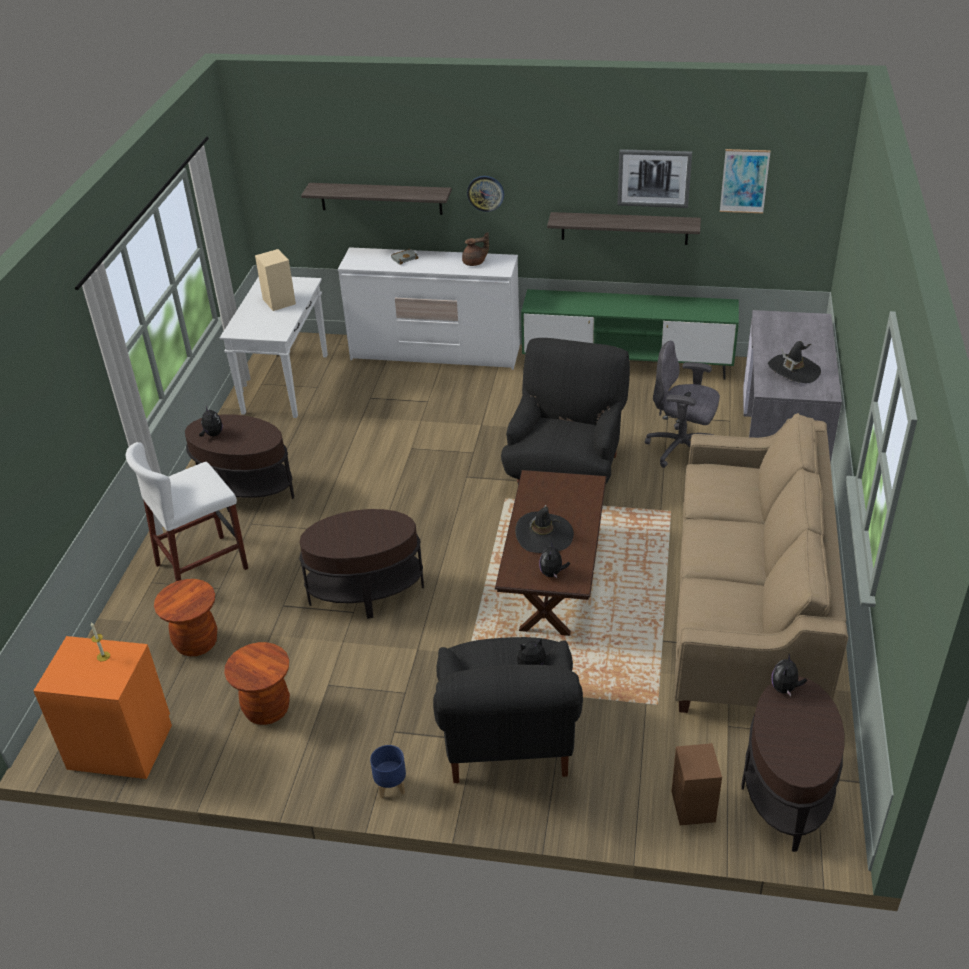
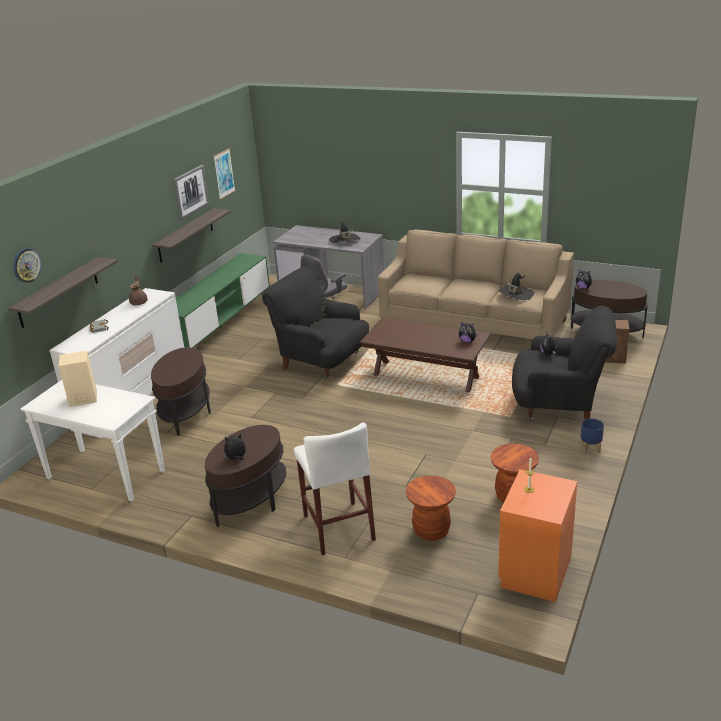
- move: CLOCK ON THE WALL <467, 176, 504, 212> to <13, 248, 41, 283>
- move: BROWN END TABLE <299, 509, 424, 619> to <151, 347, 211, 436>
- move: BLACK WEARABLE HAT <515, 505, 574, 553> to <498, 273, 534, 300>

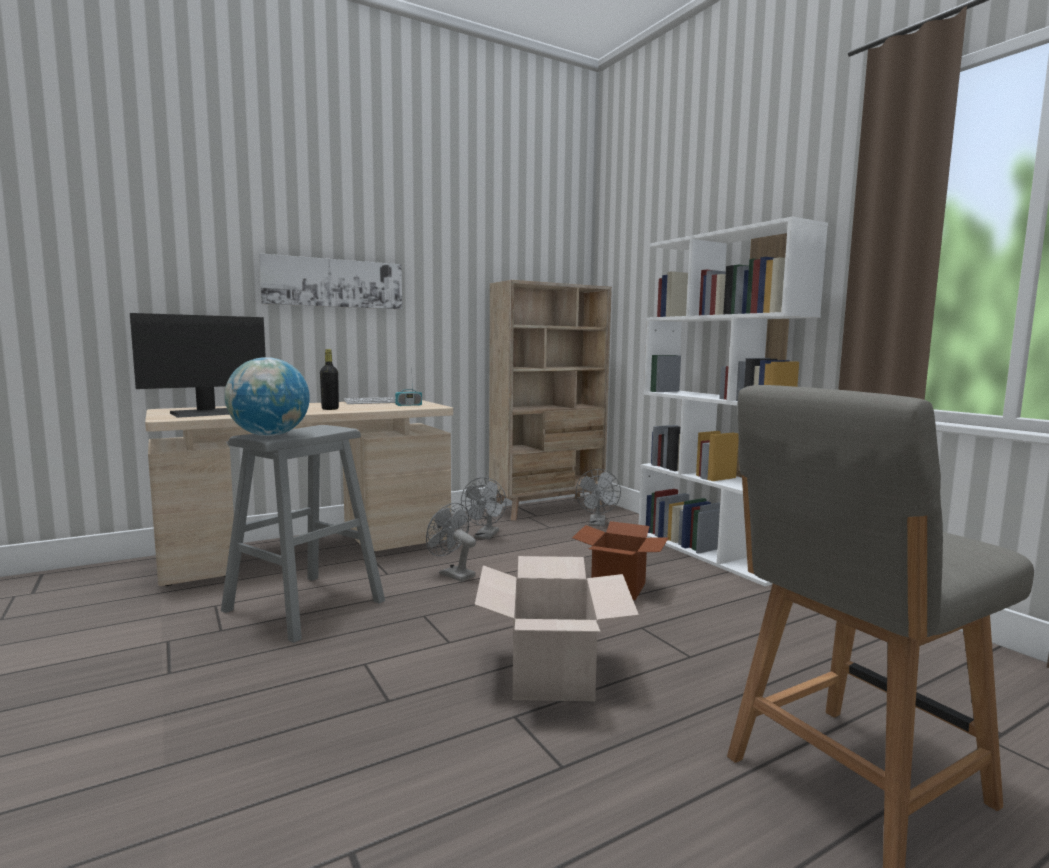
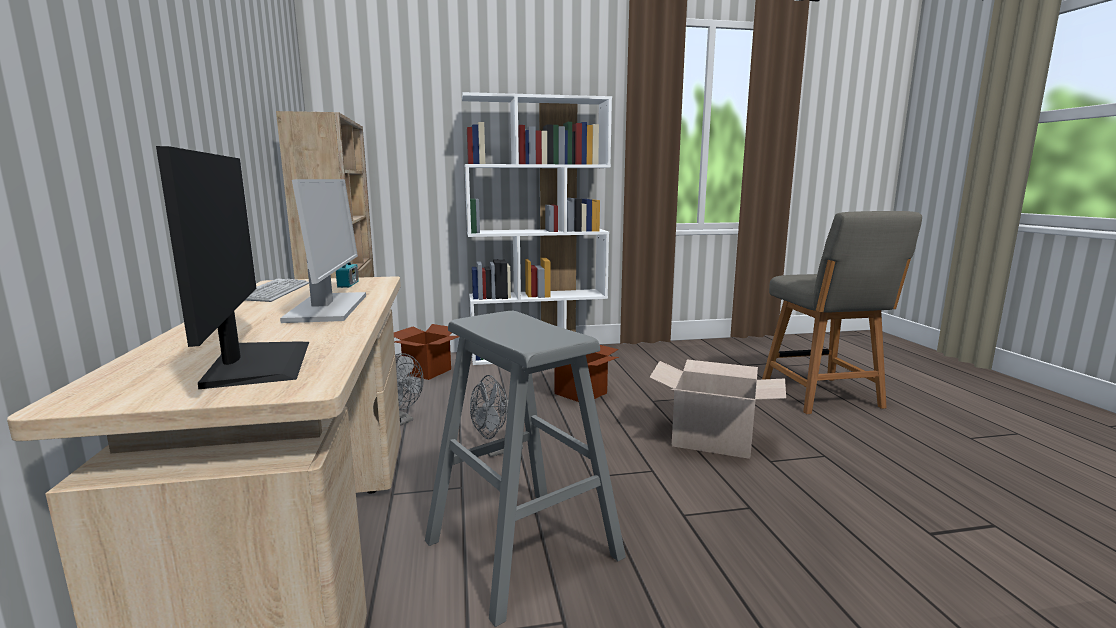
- replace: BLACK BEVERAGE BOTTLE <320, 349, 339, 410> to COMPUTER DISPLAY <280, 179, 366, 323>
- replace: GREYISH FAN <576, 469, 621, 526> to CARTON <394, 324, 460, 380>
- delete: GLOBE <225, 357, 310, 436>
- delete: PICTURE <259, 253, 402, 309>

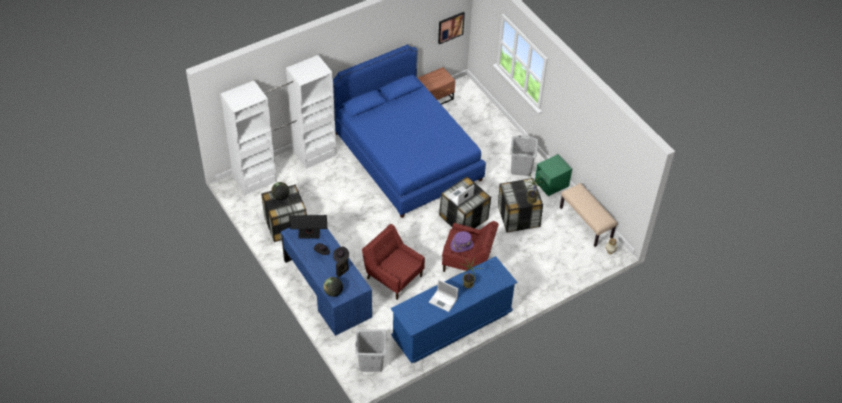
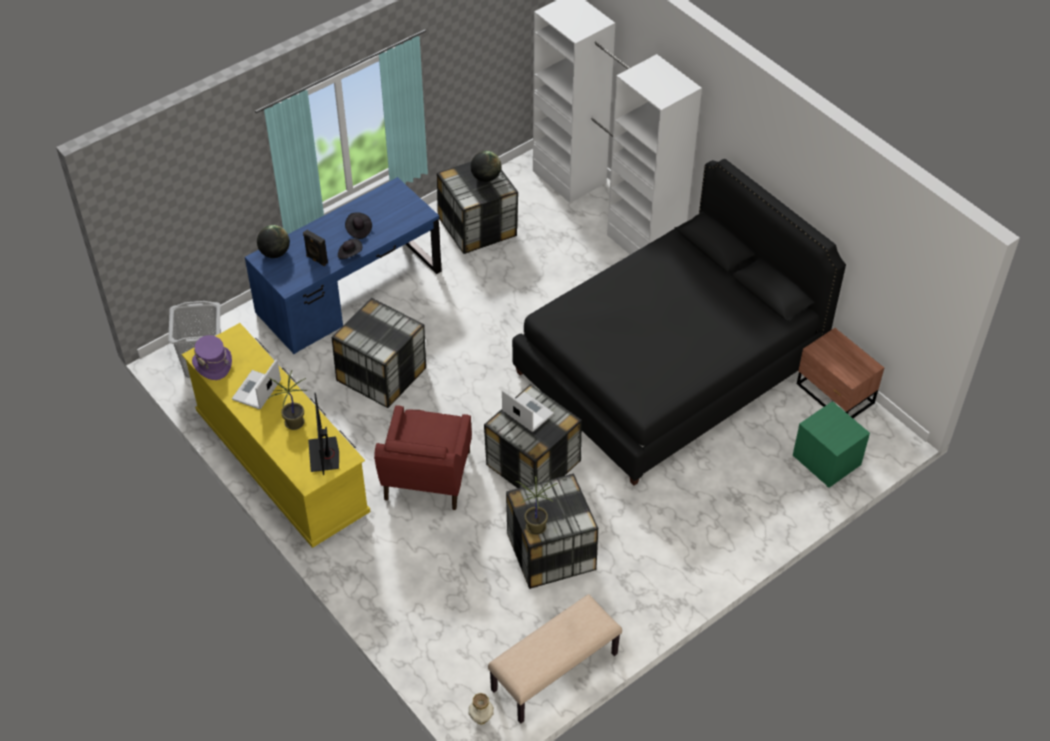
- recolor: BLUE-COLOURED DRESSER <391, 256, 517, 363> to YELLOW DRESSER <182, 323, 371, 548>
- move: PURPLISH WEARABLE HAT <450, 231, 474, 252> to <192, 335, 232, 380>
- move: COMPUTER DISPLAY <289, 215, 328, 239> to <308, 393, 339, 475>
- replace: RED-COLOURED EASY CHAIR <362, 224, 425, 300> to STORAGE BIN <332, 298, 426, 408>
- recolor: BLUE-COLOURED BEDROOM BED <333, 44, 486, 218> to BLACK BEDROOM BED <512, 159, 846, 485>
- move: GREEN-COLOURED BEDSIDE TABLE <535, 154, 572, 196> to <793, 401, 870, 488>
- delete: PICTURE <438, 12, 465, 44>
- delete: GREYISH LAUNDRY BASKET <510, 135, 538, 176>

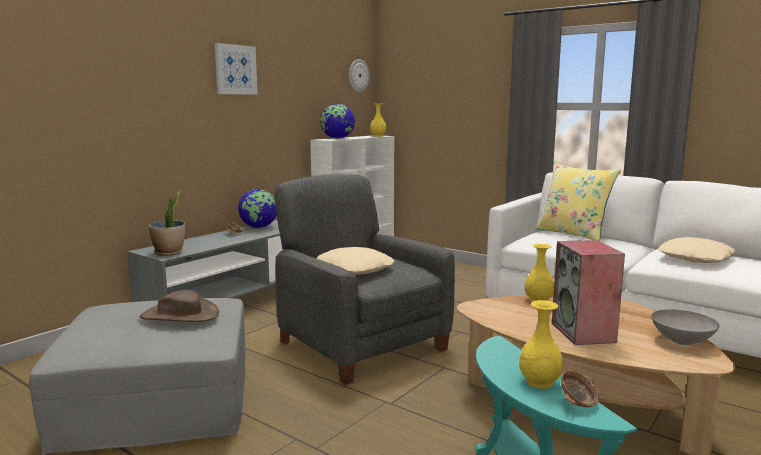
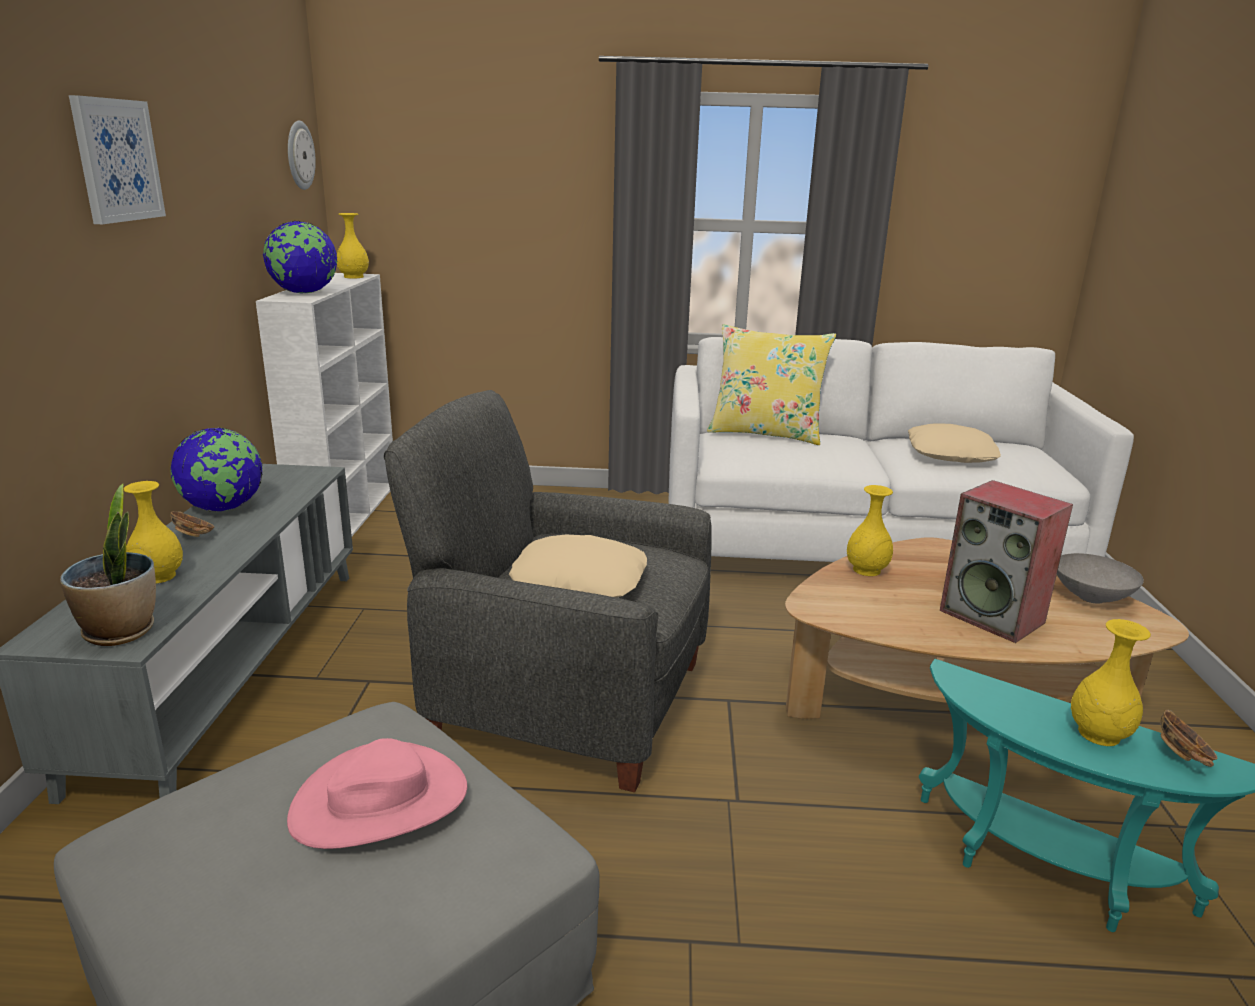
- insert: YELLOW DECORATIVE VASE <123, 481, 183, 584>
- recolor: BROWN WEARABLE HAT <140, 290, 219, 322> to PINK-COLOURED WEARABLE HAT <287, 738, 467, 849>

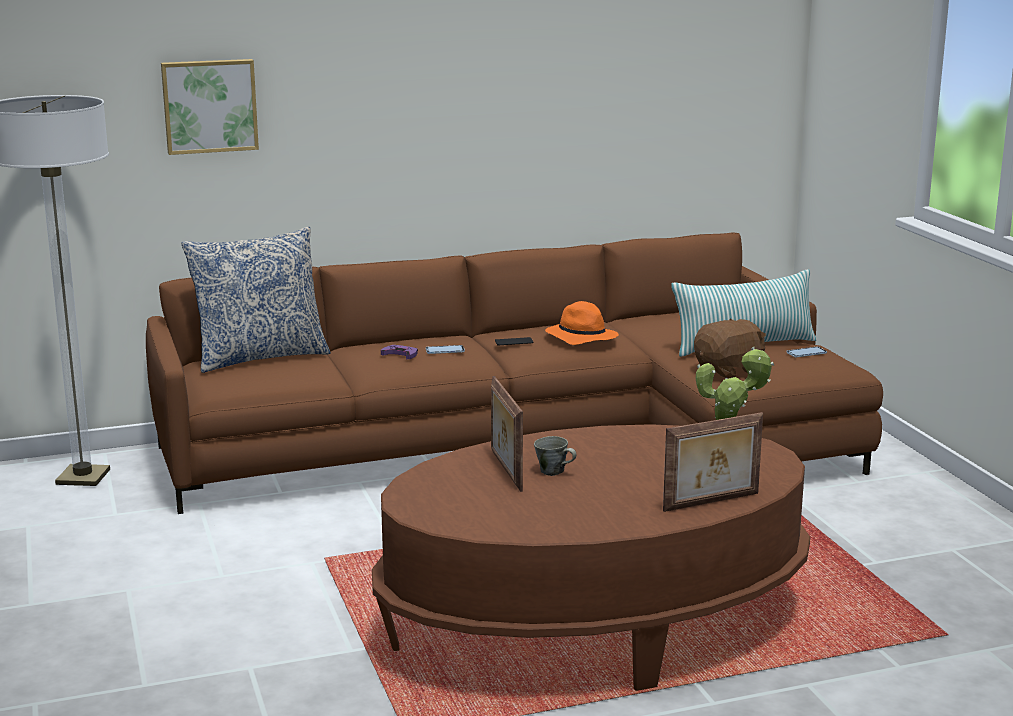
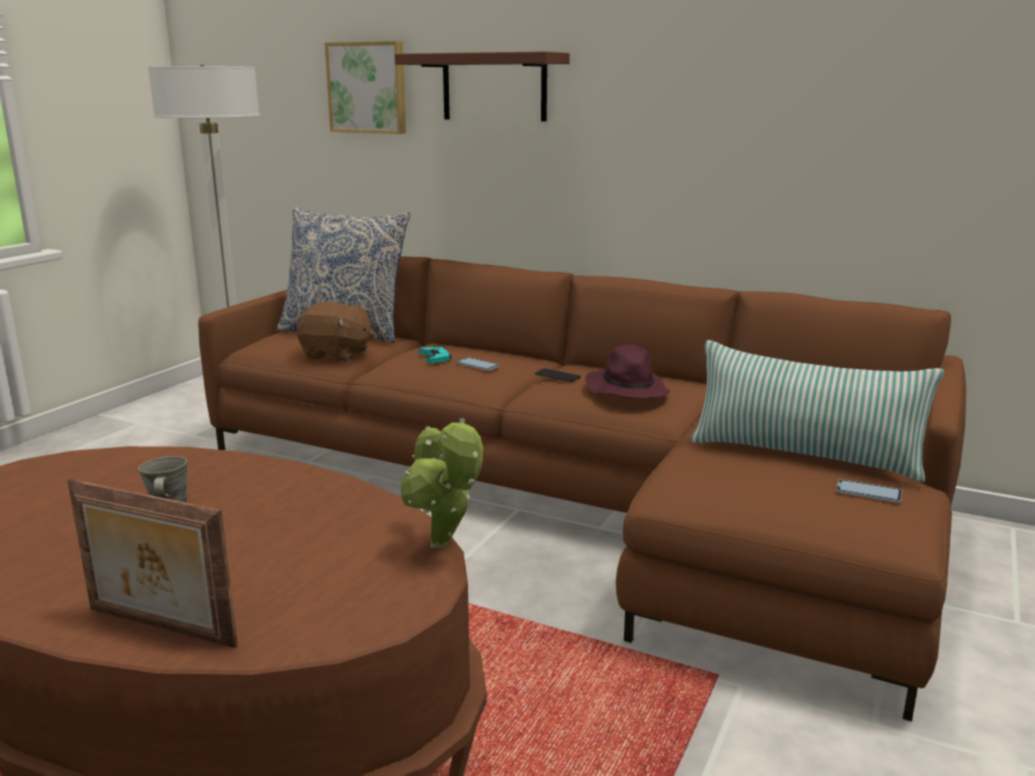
- move: BROWN SOFT TOY <694, 318, 766, 379> to <297, 302, 375, 362>
- insert: BROWN BRACKET SHELF <395, 51, 570, 122>
- recolor: PURPLISH JOYPAD <381, 345, 418, 359> to TURQUOISE-COLOURED JOYPAD <419, 347, 451, 363>
- recolor: ORANGE-COLOURED WEARABLE HAT <545, 301, 619, 345> to PURPLISH WEARABLE HAT <585, 345, 670, 398>
- delete: PHOTO FRAME <491, 376, 523, 492>

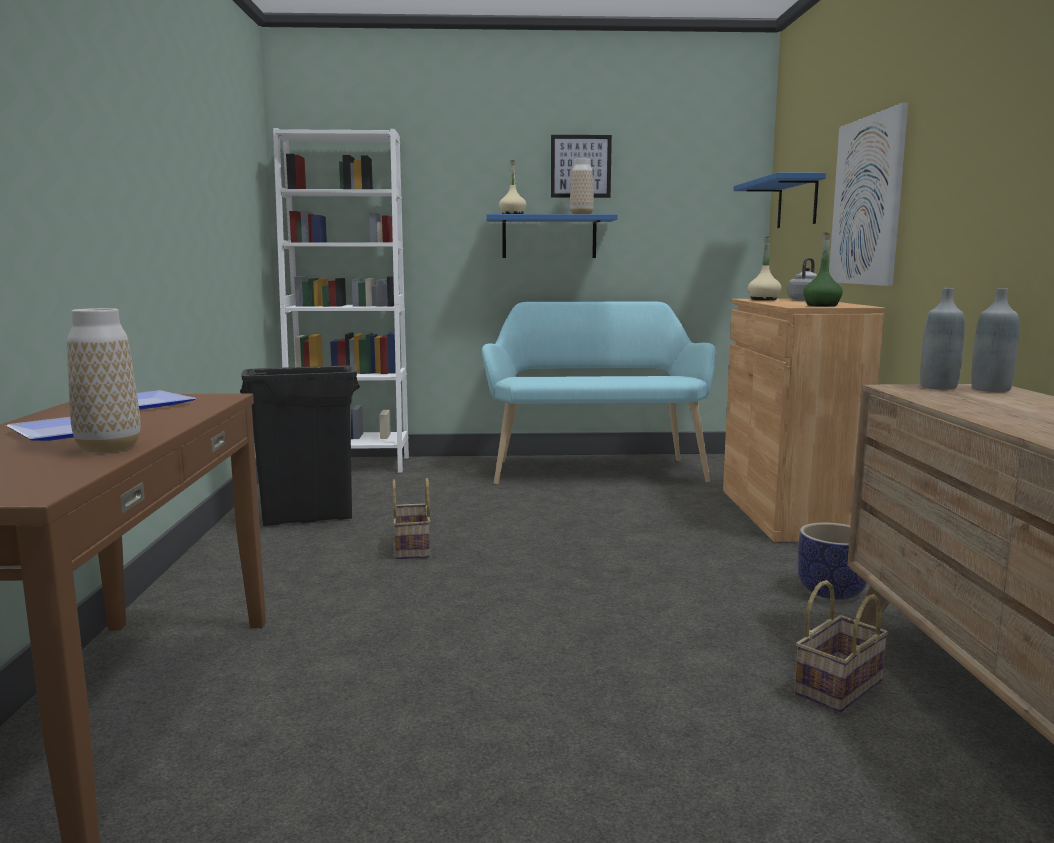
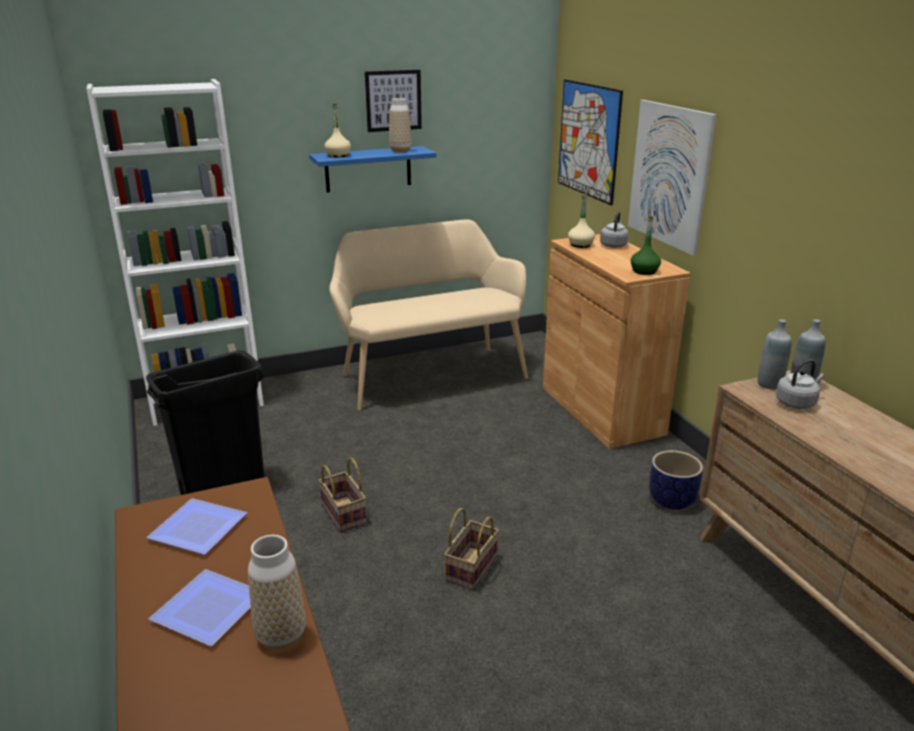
- recolor: TURQUOISE-COLOURED INDOOR BENCH <482, 301, 716, 485> to BEIGE-COLOURED INDOOR BENCH <329, 219, 528, 411>
- move: BASKET <794, 580, 888, 713> to <444, 508, 499, 590>
- replace: BLUE-COLOURED BRACKET SHELF <733, 172, 826, 228> to PICTURE <558, 79, 623, 205>
- insert: GREYISH KETTLE <776, 359, 824, 409>

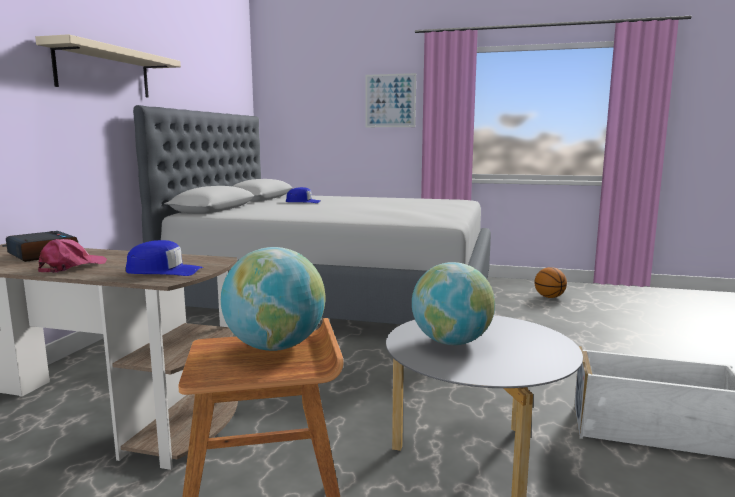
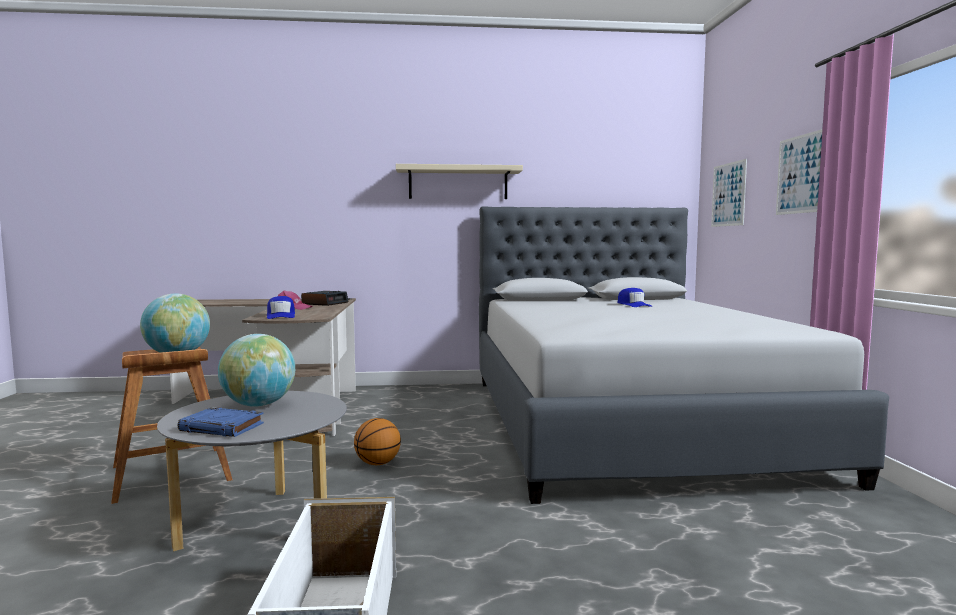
- insert: BLUE-COLOURED BOUND BOOK <178, 407, 264, 437>
- move: BALL FOR BASKETBALL <534, 267, 567, 298> to <354, 418, 401, 465>
- insert: PICTURE <711, 159, 747, 227>

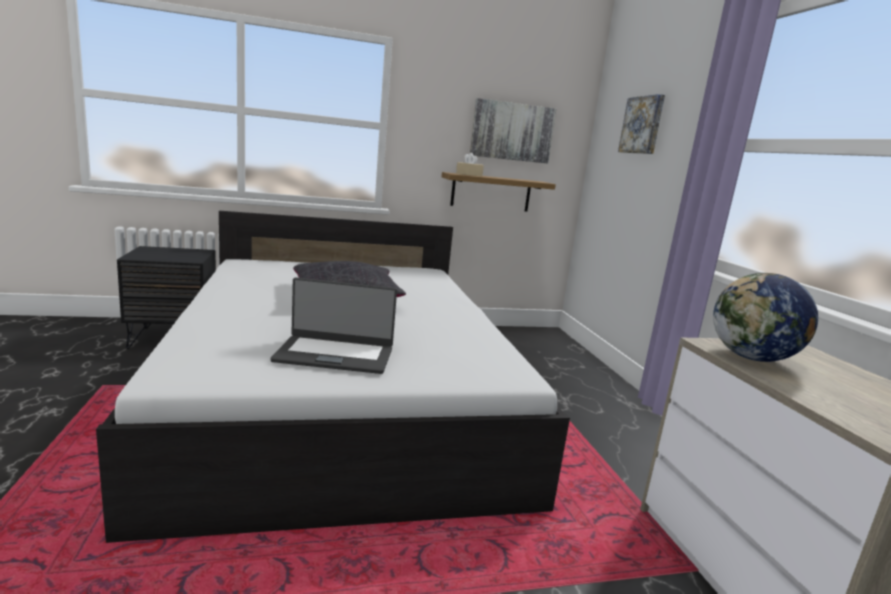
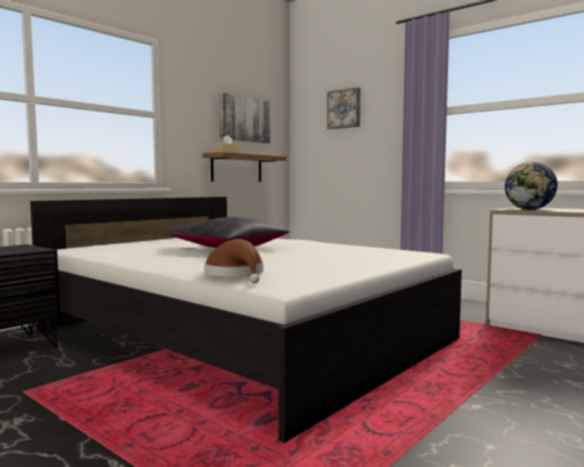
- insert: BROWN WEARABLE HAT <205, 239, 264, 283>
- delete: PORTABLE COMPUTER <270, 277, 397, 374>

